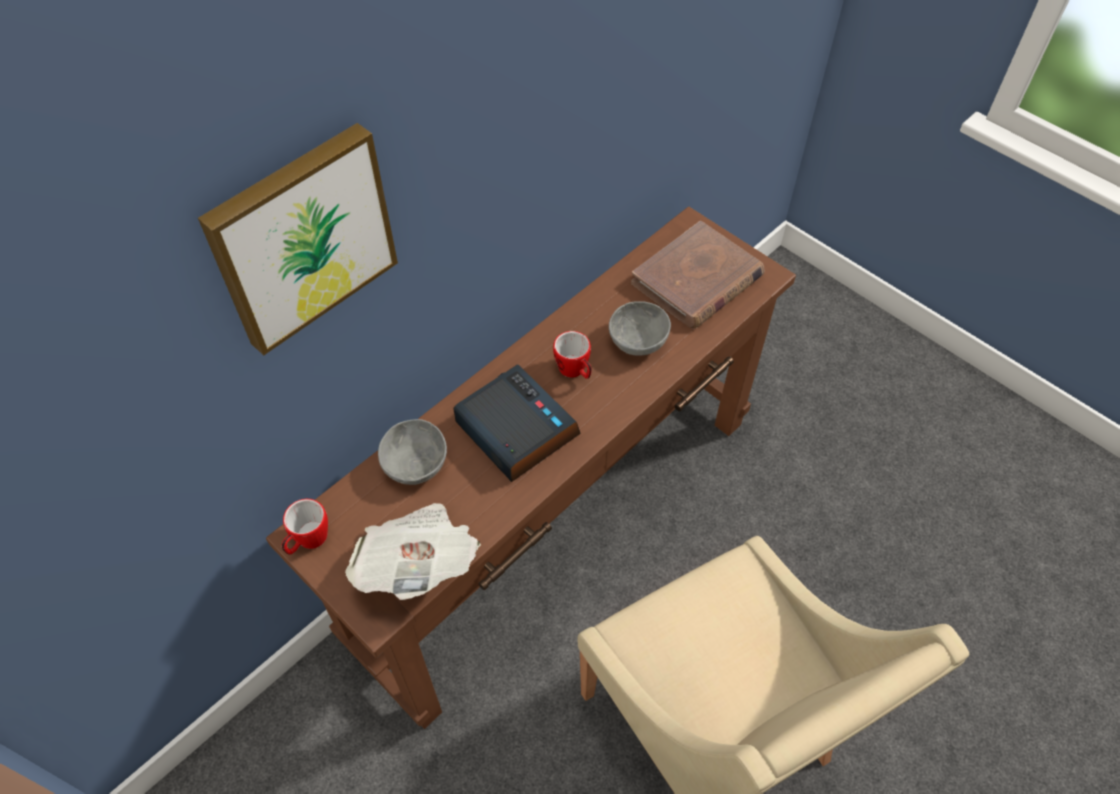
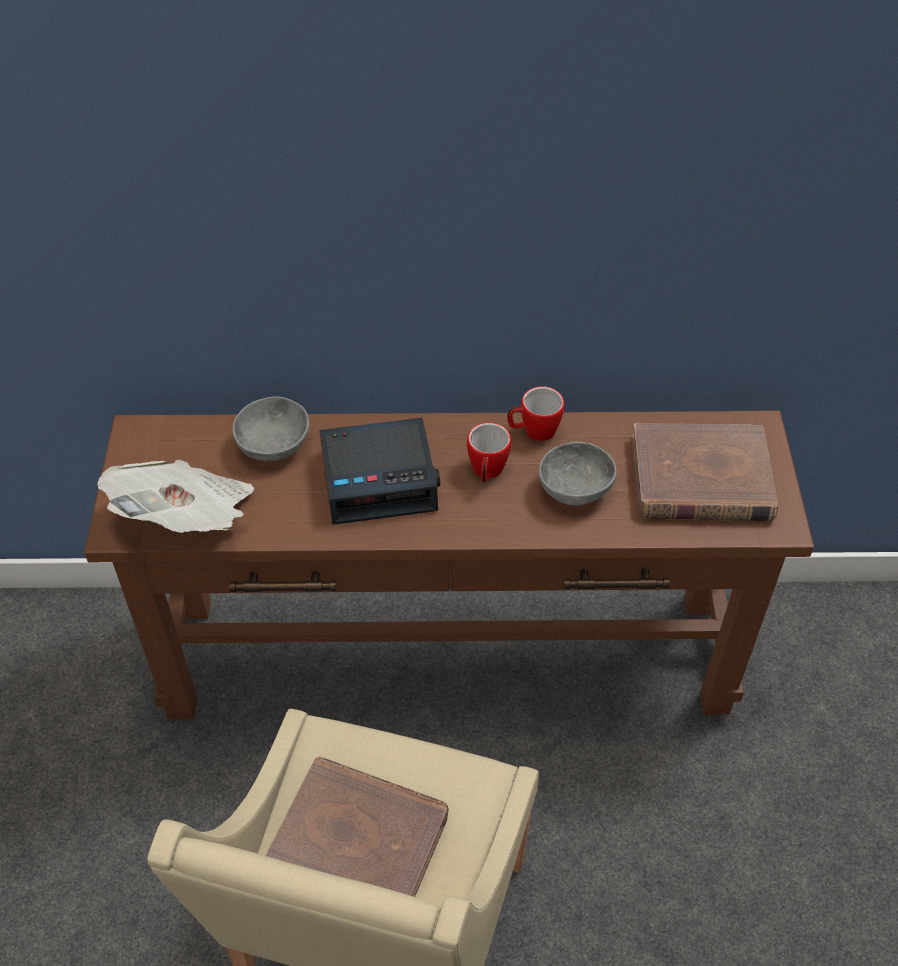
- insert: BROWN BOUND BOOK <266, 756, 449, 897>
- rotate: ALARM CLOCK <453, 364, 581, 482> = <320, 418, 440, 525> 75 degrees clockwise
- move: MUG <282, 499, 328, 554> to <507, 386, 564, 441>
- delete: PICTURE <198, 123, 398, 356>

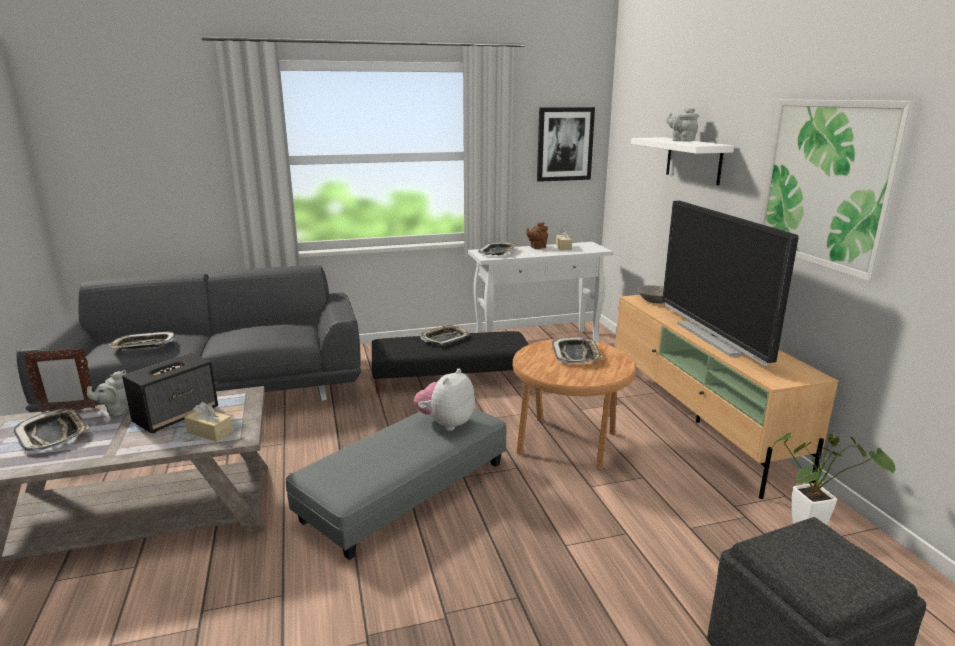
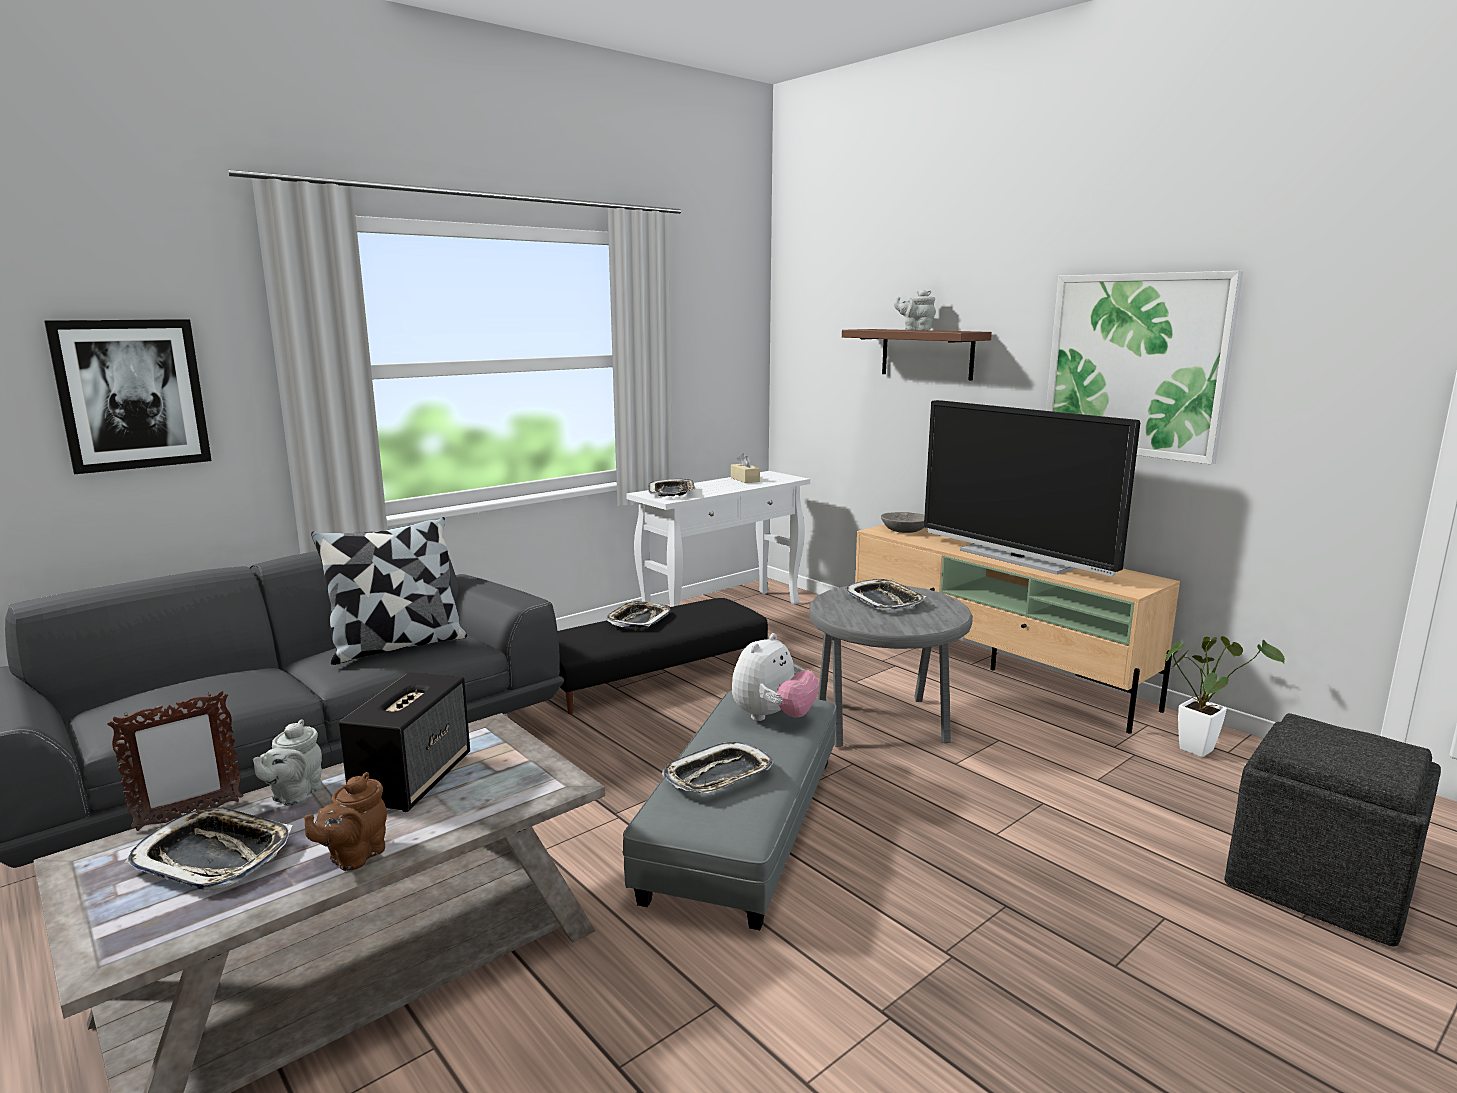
- move: PICTURE <537, 107, 595, 182> to <44, 319, 212, 474>
- move: BROWN POT FOR TEA <527, 222, 548, 249> to <304, 772, 387, 871>
- insert: PILLOW <311, 517, 467, 665>
- move: SERVING TRAY <109, 332, 175, 349> to <662, 742, 774, 793>
- rotate: SOFT TOY <414, 368, 475, 431> = <732, 633, 819, 721> 150 degrees counterclockwise
- recolor: BROWN END TABLE <512, 339, 636, 470> to GREYISH END TABLE <809, 585, 973, 747>
- recolor: WHITE-COLOURED BRACKET SHELF <631, 137, 734, 185> to BROWN BRACKET SHELF <842, 329, 992, 381>
- delete: BEIGE-COLOURED TISSUE BOX <184, 402, 233, 442>

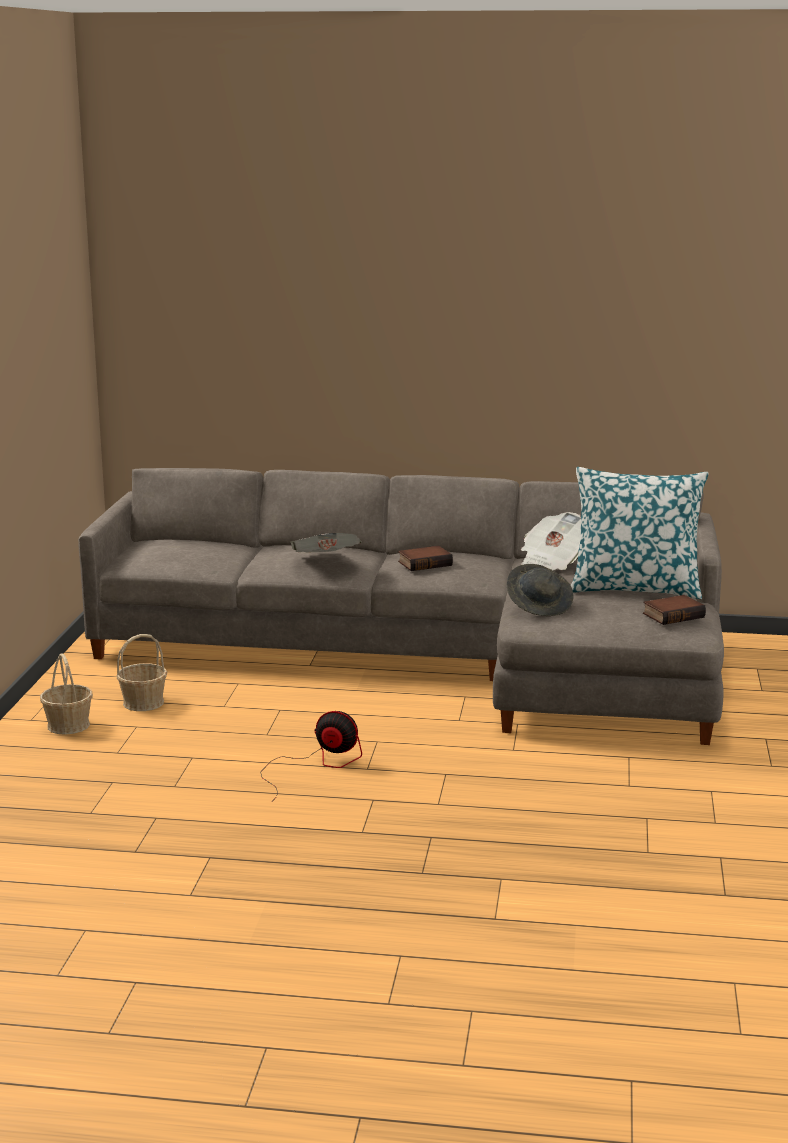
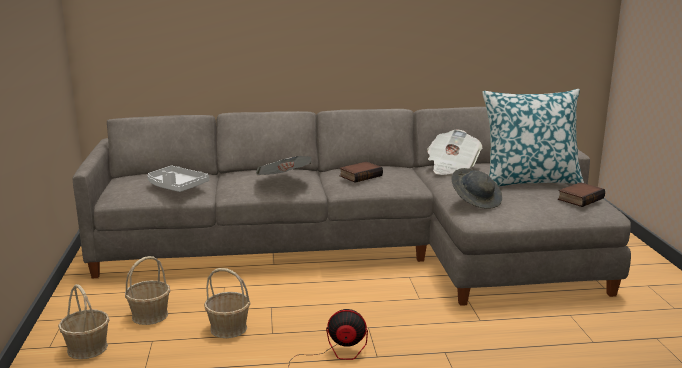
- insert: GREYISH SERVING TRAY <147, 166, 209, 192>
- insert: BASKET <204, 268, 250, 338>

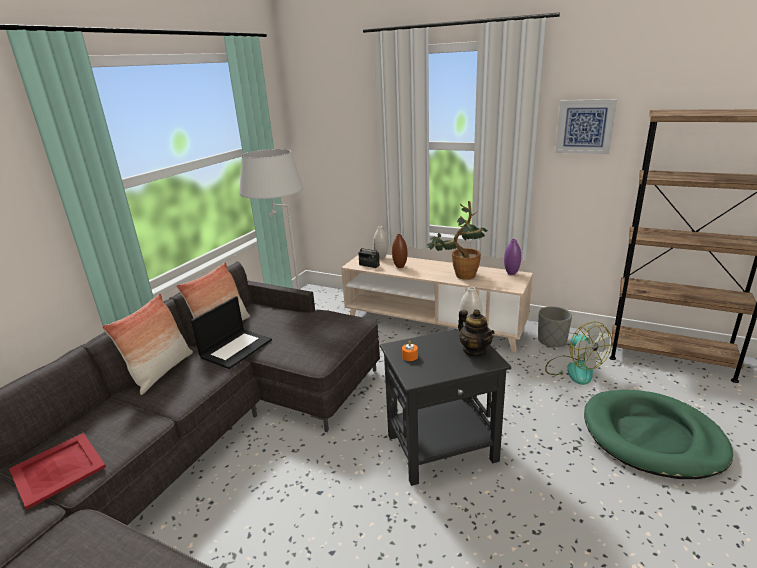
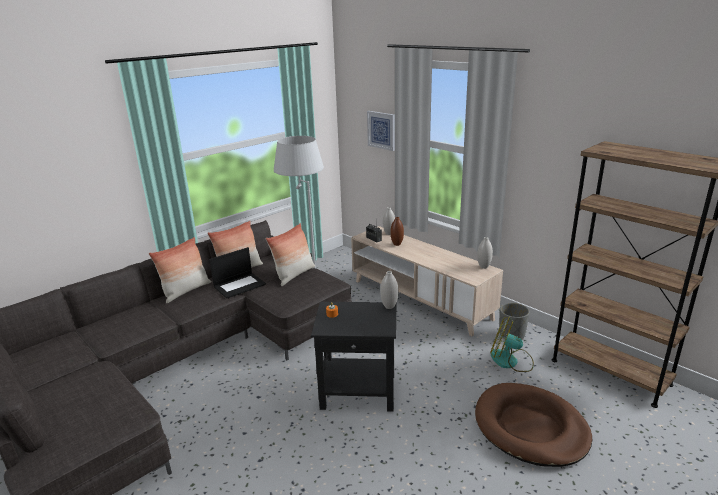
- insert: PILLOW <266, 223, 315, 286>
- move: PICTURE <555, 99, 617, 154> to <367, 111, 395, 151>
- recolor: GREEN-COLOURED DOG BED <584, 390, 733, 479> to BROWN DOG BED <475, 383, 592, 467>
- recolor: PURPLISH DECORATIVE VASE <504, 239, 521, 275> to WHITE-COLOURED DECORATIVE VASE <477, 237, 493, 269>
- rotate: FAN <545, 322, 612, 385> = <490, 317, 534, 372> 120 degrees clockwise
- delete: RED-COLOURED SERVING TRAY <9, 433, 106, 510>
- delete: POTTED PLANT <427, 201, 488, 280>
- delete: POT FOR TEA <458, 309, 495, 356>

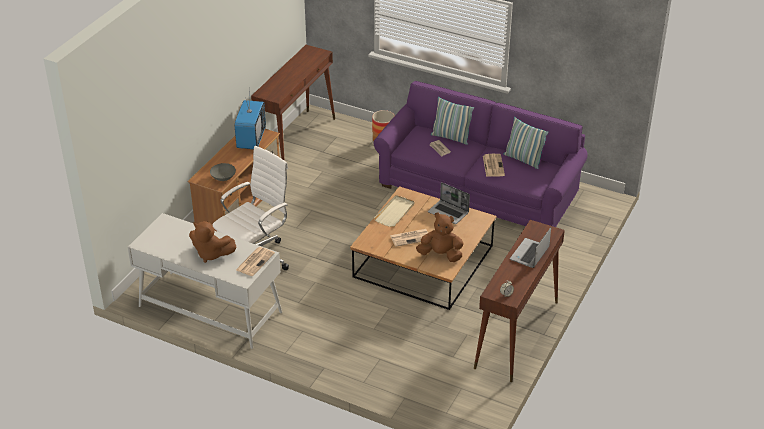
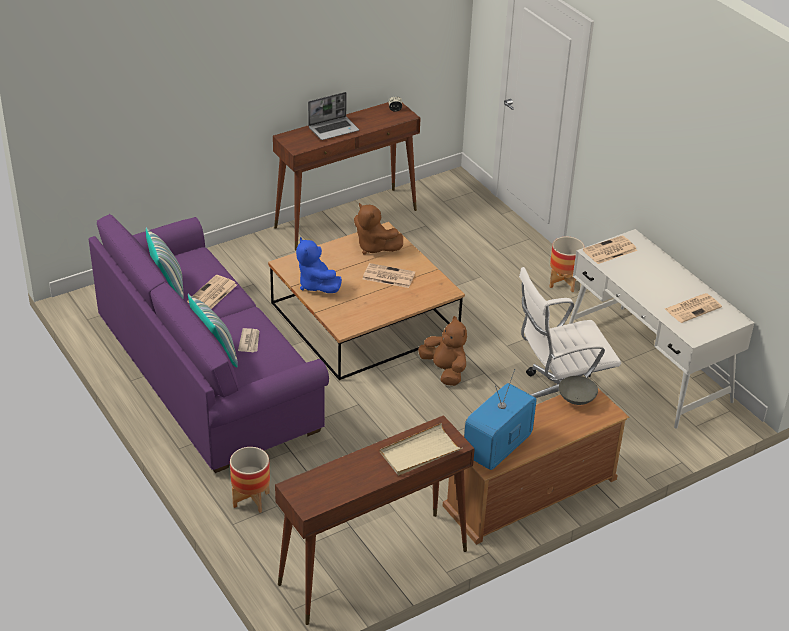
- replace: PORTABLE COMPUTER <428, 182, 470, 224> to BLUE-COLOURED SOFT TOY <296, 237, 342, 293>
- move: BEIGE-COLOURED SERVING TRAY <374, 195, 415, 227> to <380, 423, 463, 475>
- move: BROWN SOFT TOY <189, 221, 237, 263> to <418, 316, 467, 386>
- insert: PLANT POT <550, 237, 585, 292>
- insert: PRINTED PAPER <665, 293, 722, 323>

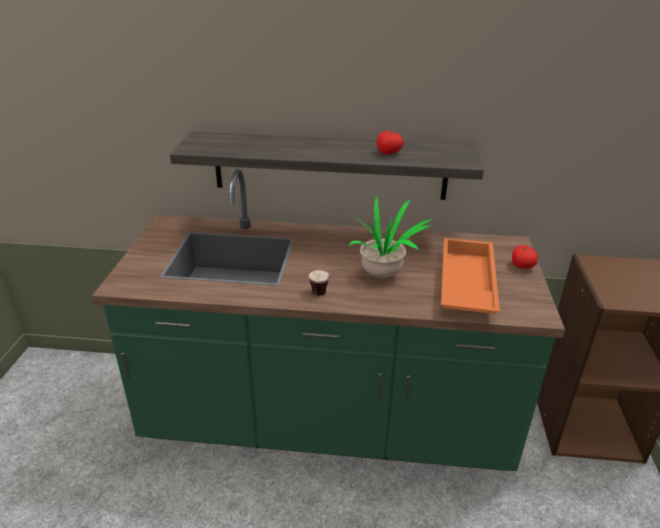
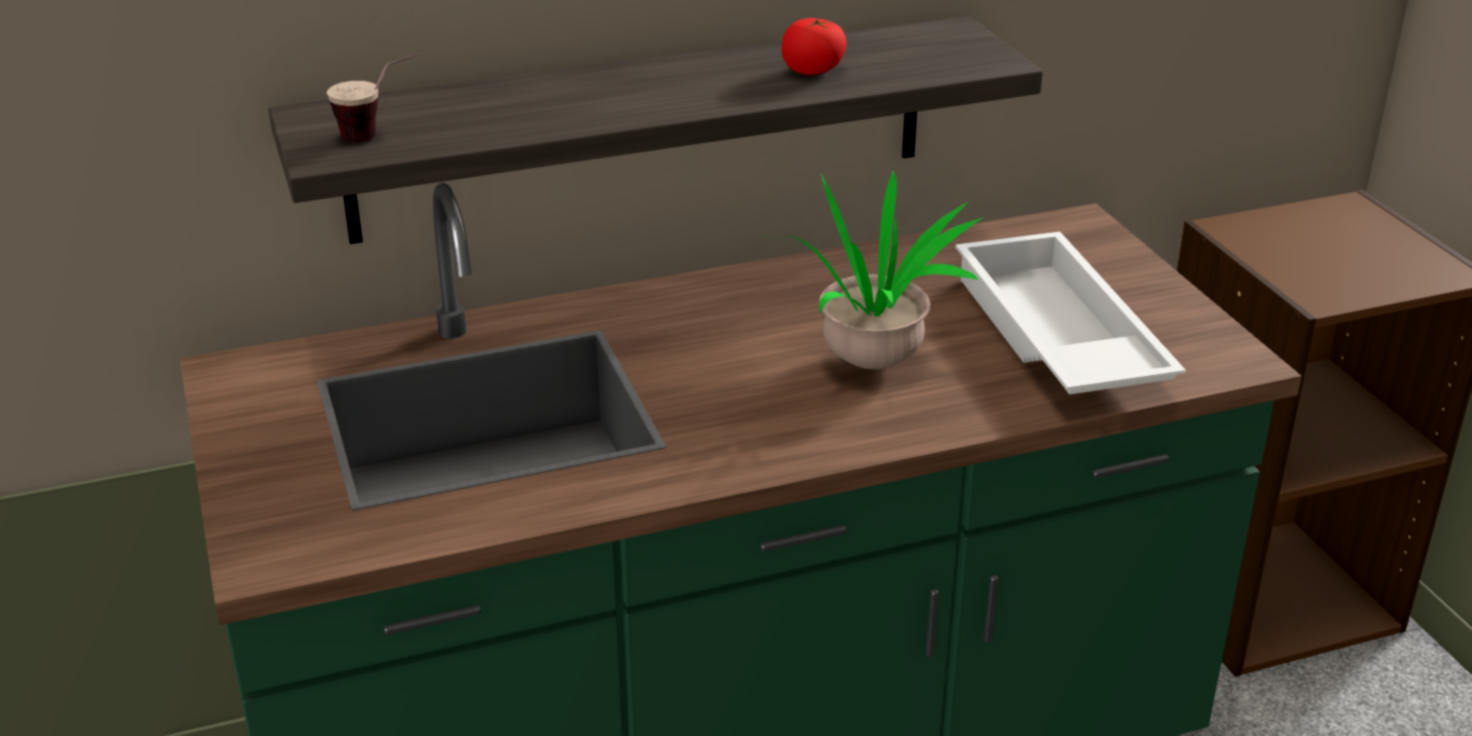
- move: CUP <309, 268, 346, 296> to <327, 53, 418, 142>
- recolor: ORANGE-COLOURED SERVING TRAY <441, 238, 500, 314> to WHITE-COLOURED SERVING TRAY <955, 232, 1186, 394>
- delete: FRESH TOMATO <512, 245, 538, 269>

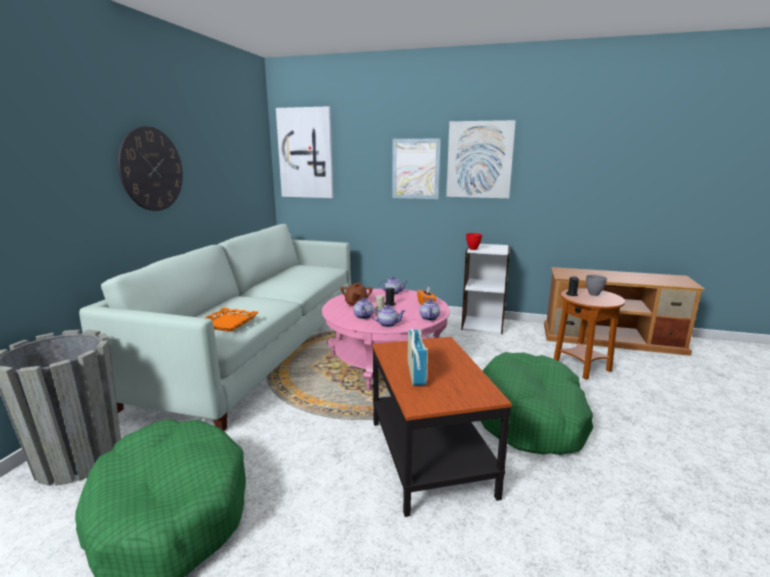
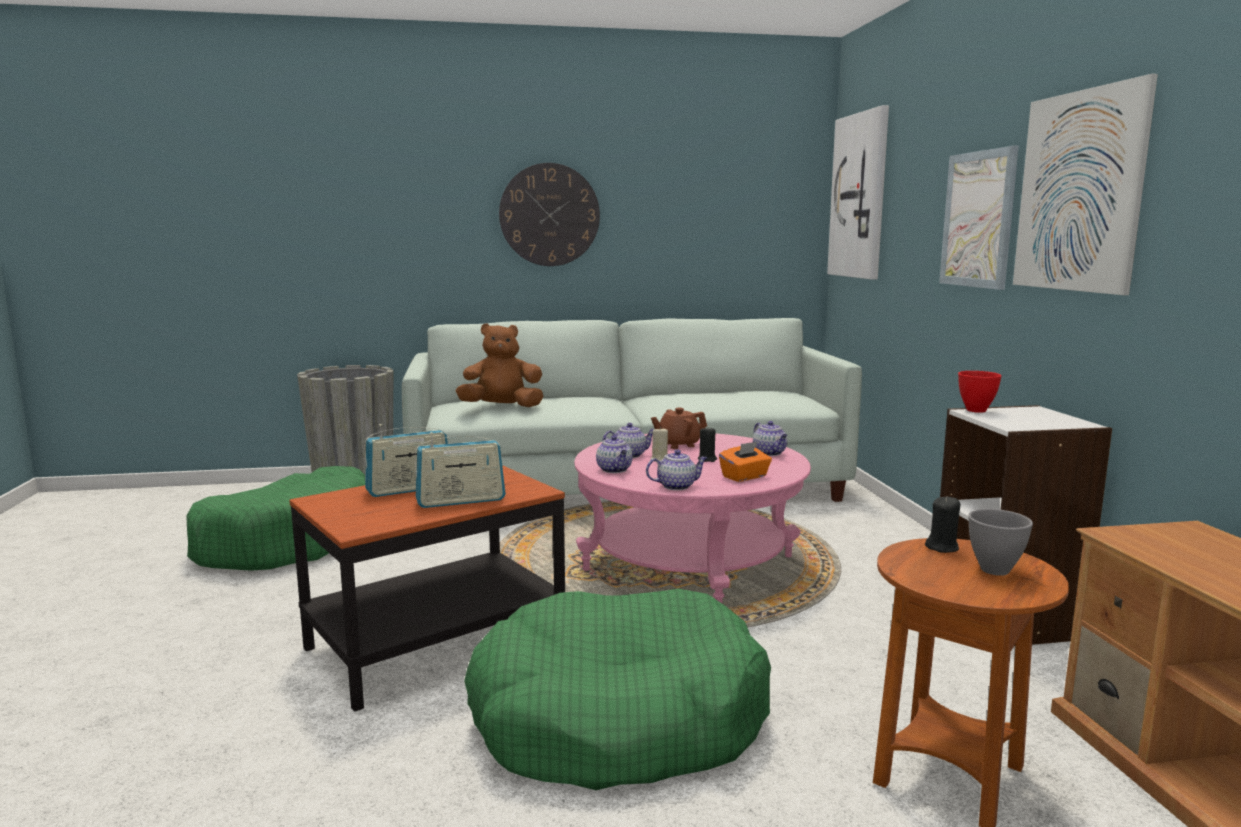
- insert: RADIO <415, 432, 506, 508>
- replace: ORANGE-COLOURED SERVING TRAY <205, 307, 259, 332> to BROWN SOFT TOY <456, 323, 544, 407>

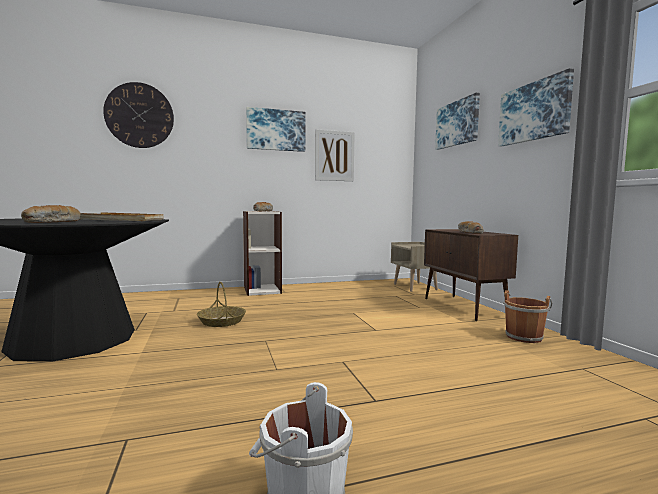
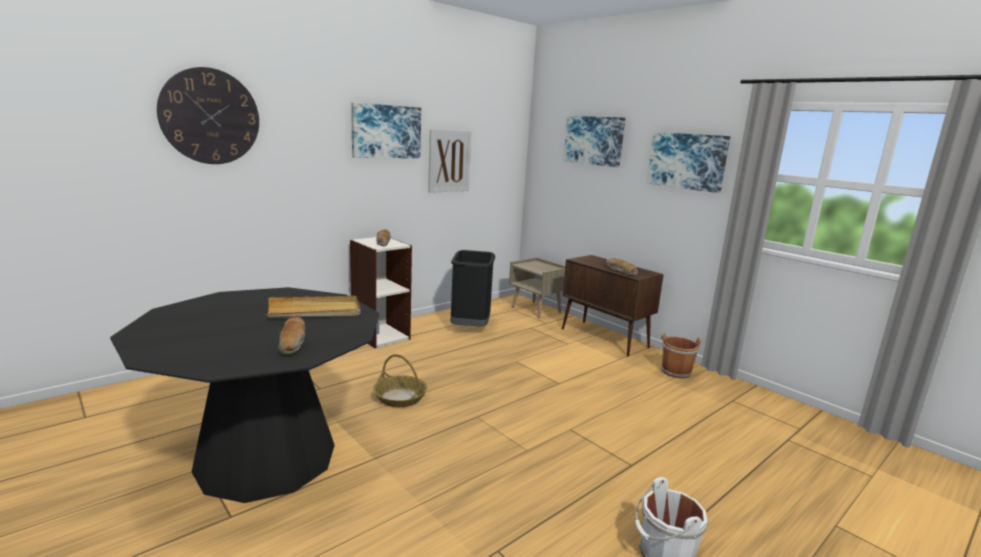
- insert: BLACK WASTE BIN <450, 250, 495, 327>

